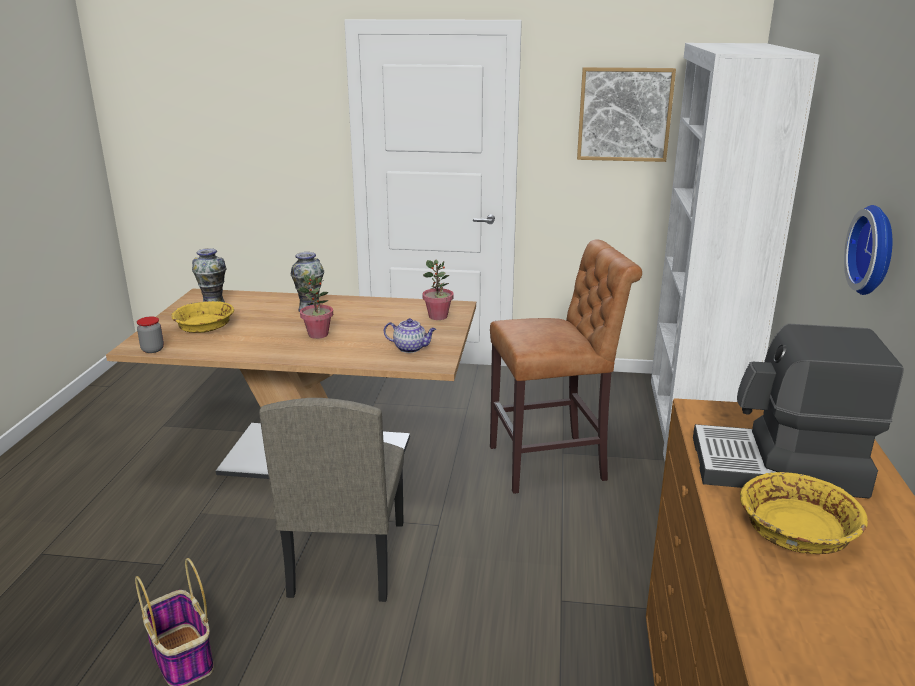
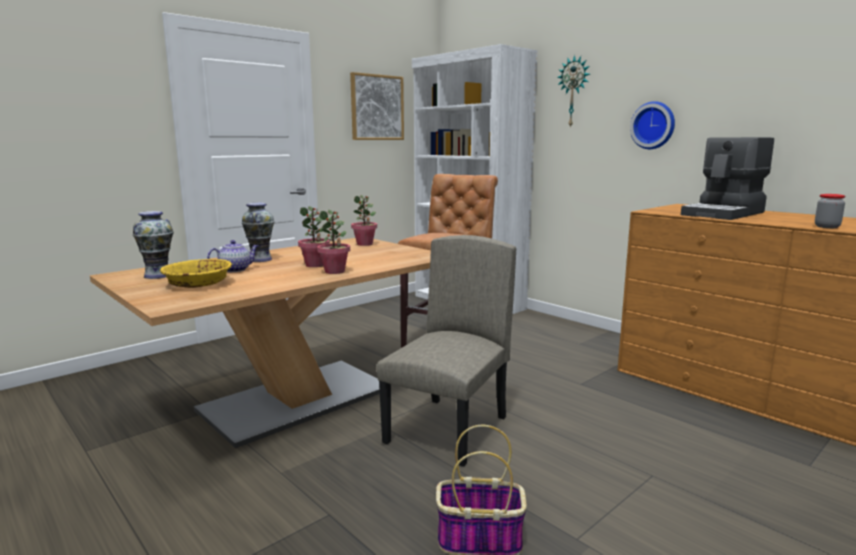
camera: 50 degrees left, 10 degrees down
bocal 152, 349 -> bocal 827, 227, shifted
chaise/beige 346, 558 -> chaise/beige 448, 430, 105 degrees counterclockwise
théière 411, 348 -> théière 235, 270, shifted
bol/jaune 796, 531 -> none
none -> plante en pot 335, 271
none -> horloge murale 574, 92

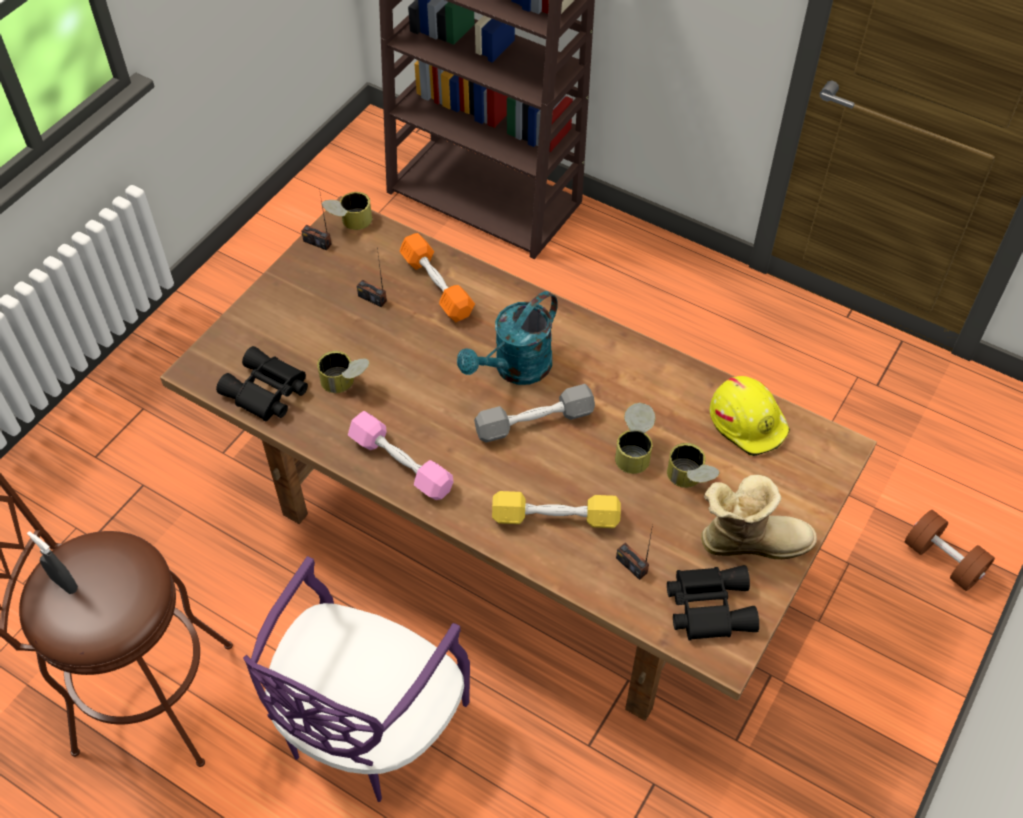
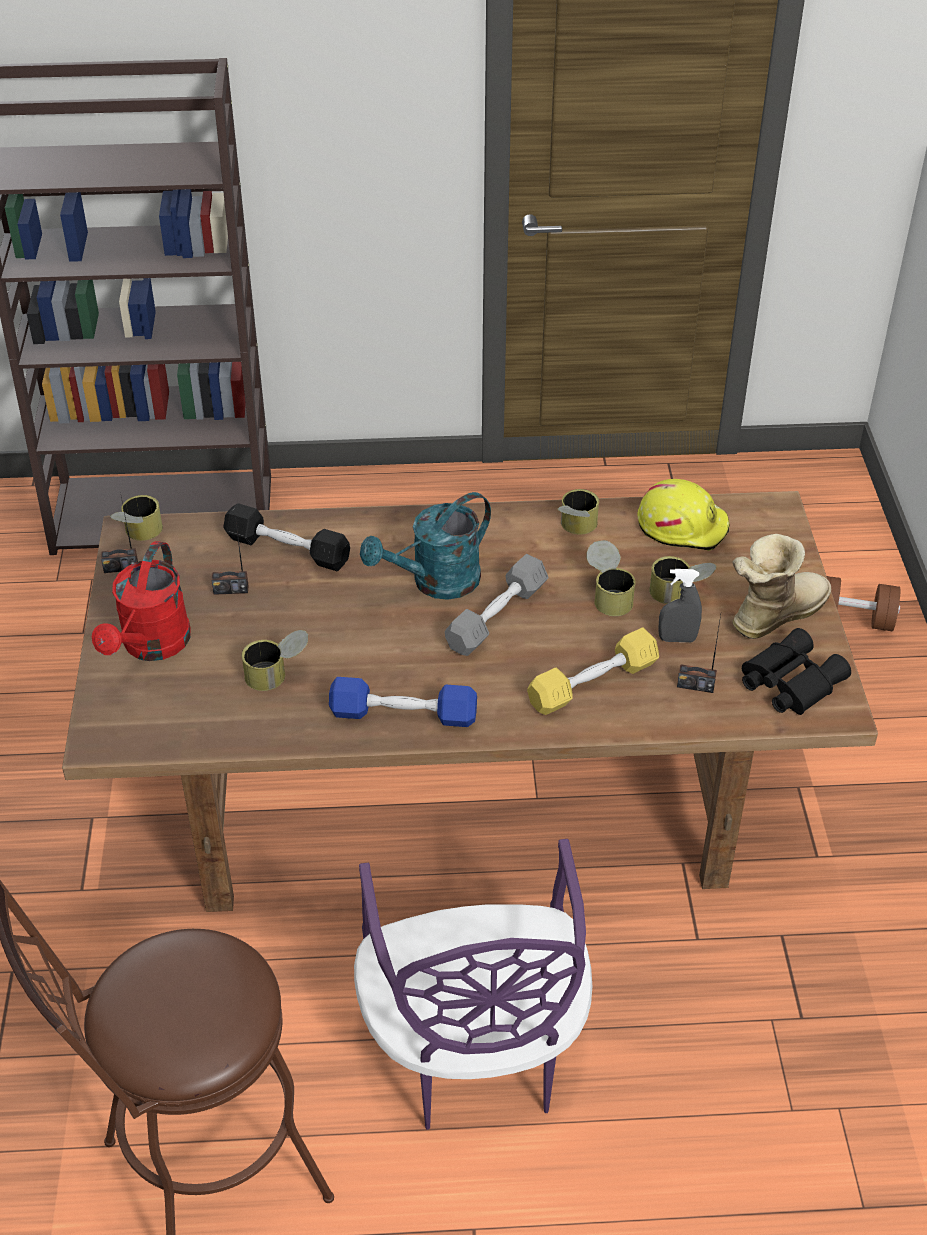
camera: 35 degrees left, 10 degrees down
vaporisateur/gris 64, 584 -> vaporisateur/gris 677, 639, shifted
jumelles/noir 266, 393 -> none
haltère/rose 401, 464 -> haltère/bleu 403, 715
haltère/orange 437, 286 -> haltère/noir 288, 549
arrosoir/turquoise 515, 369 -> arrosoir/turquoise 435, 583, 45 degrees clockwise
none -> arrosoir/rouge 151, 647
none -> boîte métallique 575, 529

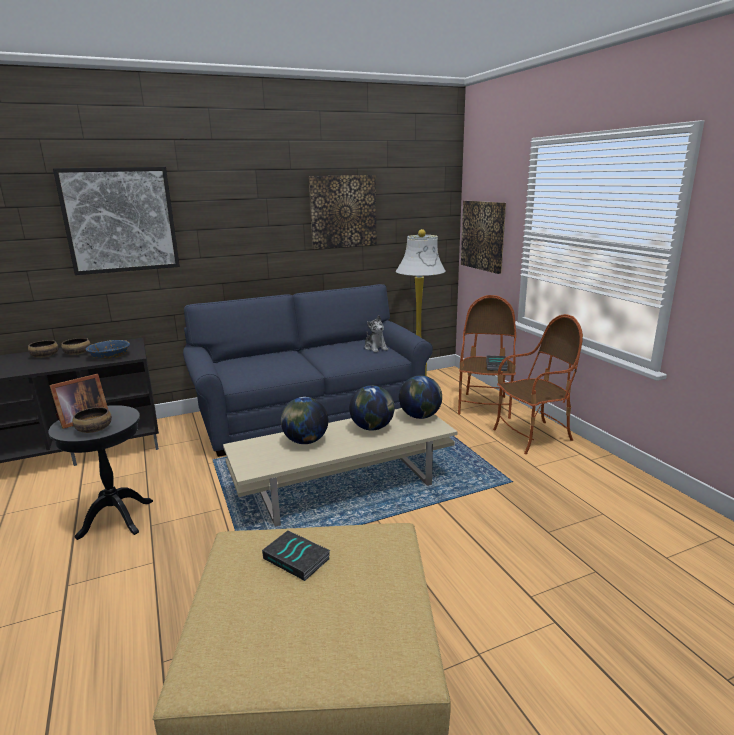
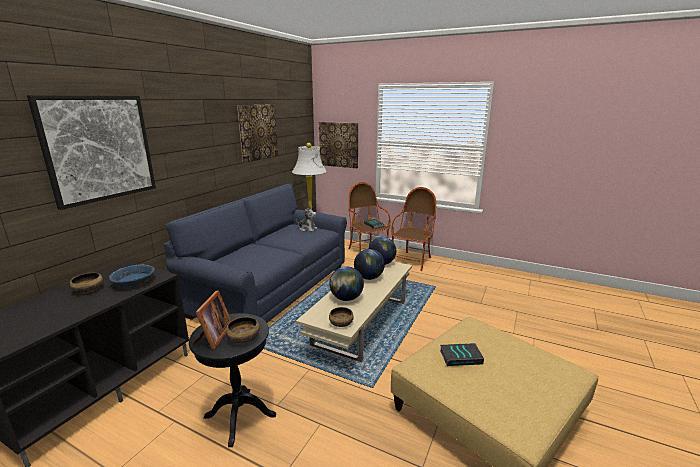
camera: 40 degrees left, 0 degrees up
bol 44, 356 -> bol 341, 323, shifted

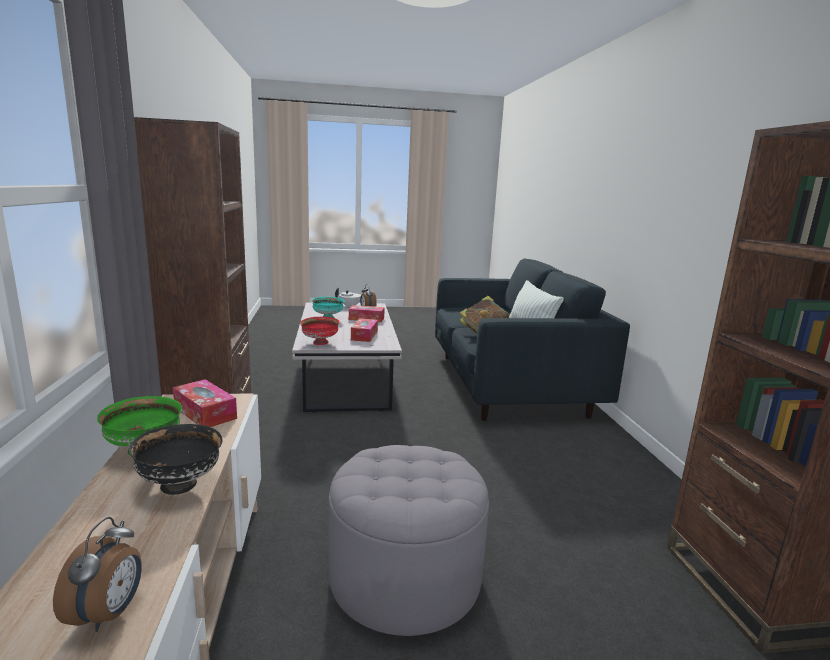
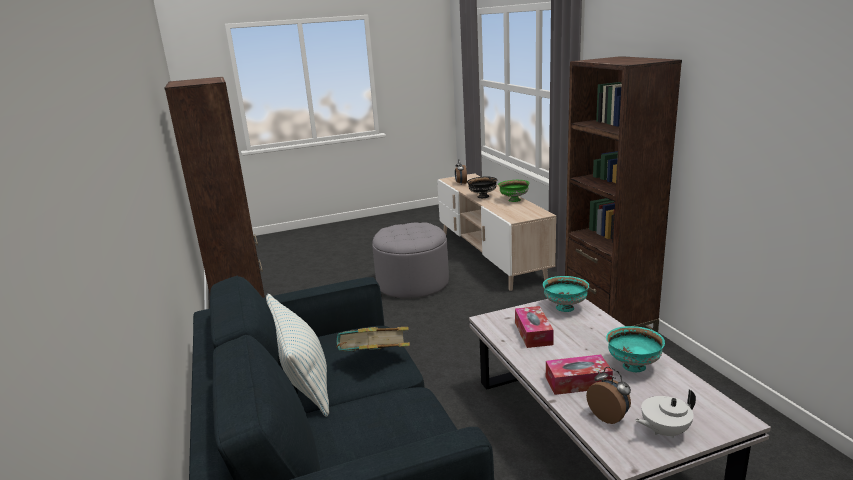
camera: 170 degrees right, 5 degrees up
boîte à mouchoirs 205, 413 -> none
bol/rouge 320, 343 -> bol/turquoise 564, 307

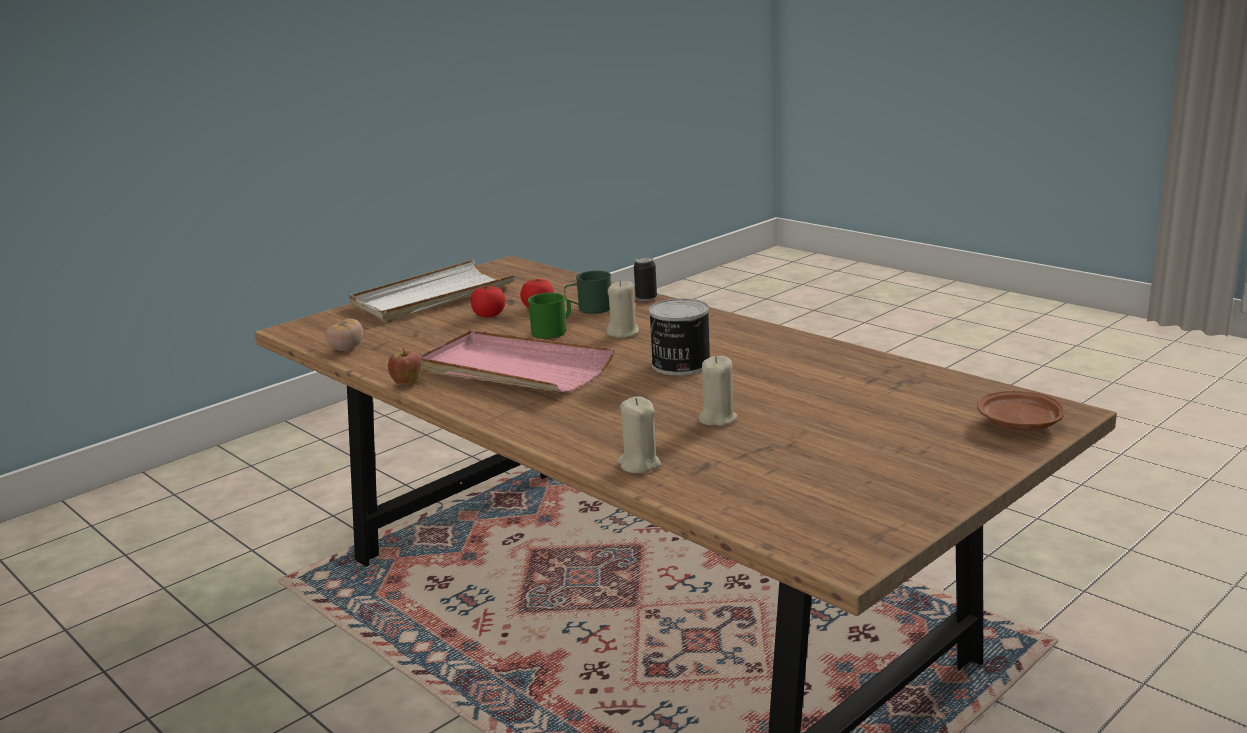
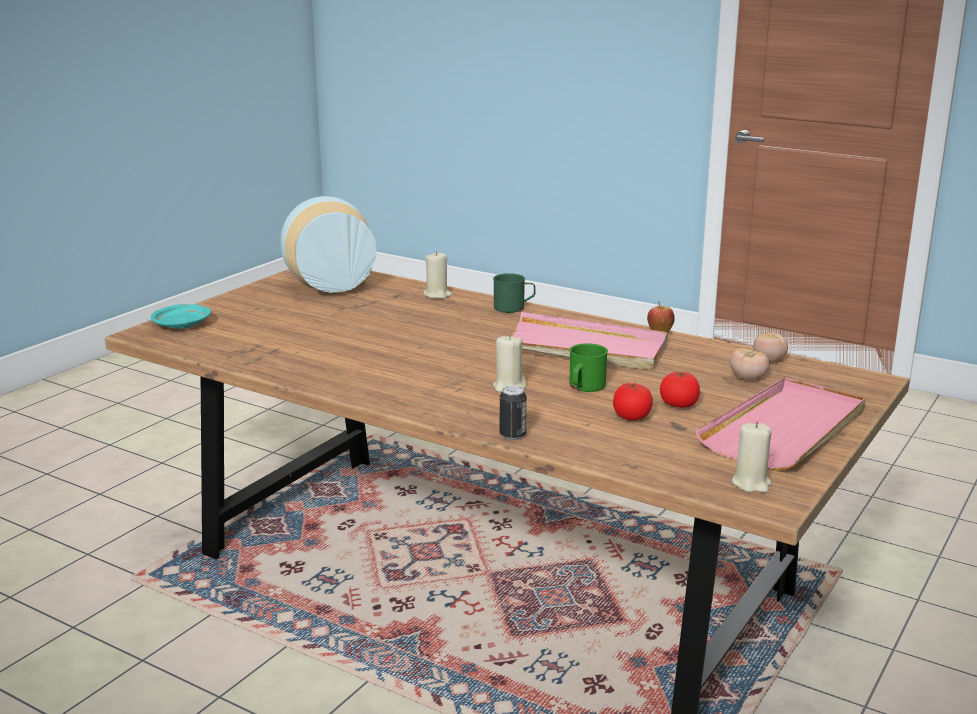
camera: 165 degrees right, 0 degrees up
plateau/blanc 432, 297 -> plateau/rose 785, 429
mug/vert 589, 309 -> mug/vert 514, 307, shifted
boîte métallique 680, 365 -> none
bougie/beige 717, 418 -> bougie/beige 751, 483, shifted
assiette/marron 1018, 424 -> assiette/turquoise 182, 325
none -> vase 328, 284
none -> tomate 748, 378

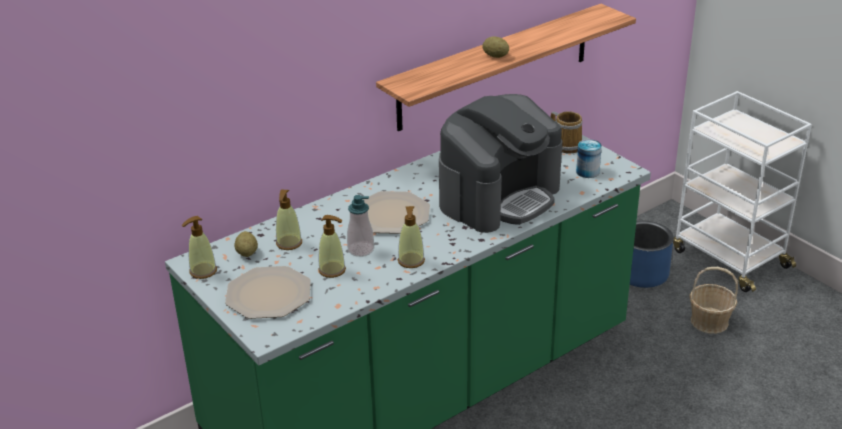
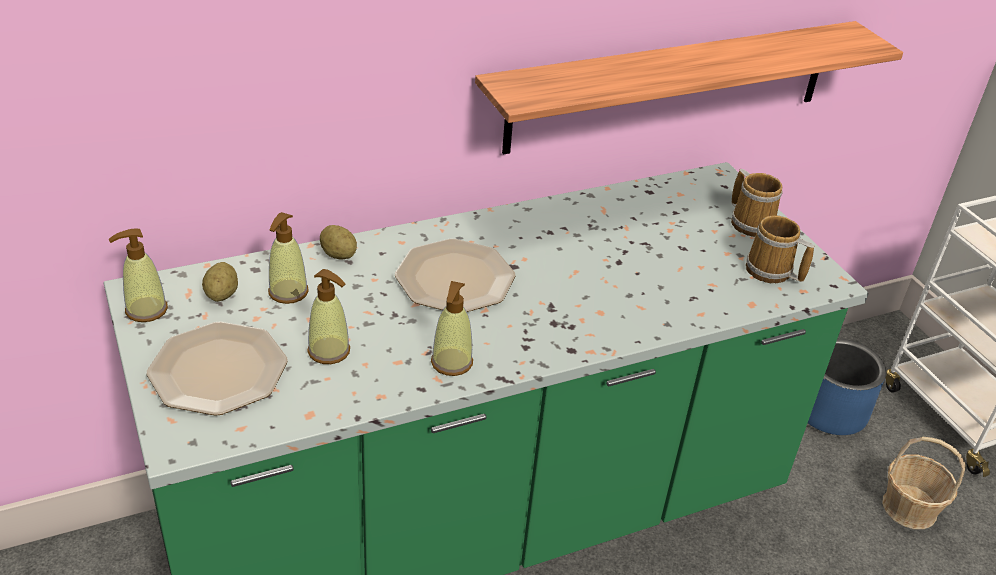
camera: 10 degrees right, 5 degrees up
distributeur de savon 361, 250 -> none
machine à café 499, 196 -> none
pomme de terre 495, 56 -> pomme de terre 338, 255, shifted
boîte métallique 587, 172 -> mug 770, 272

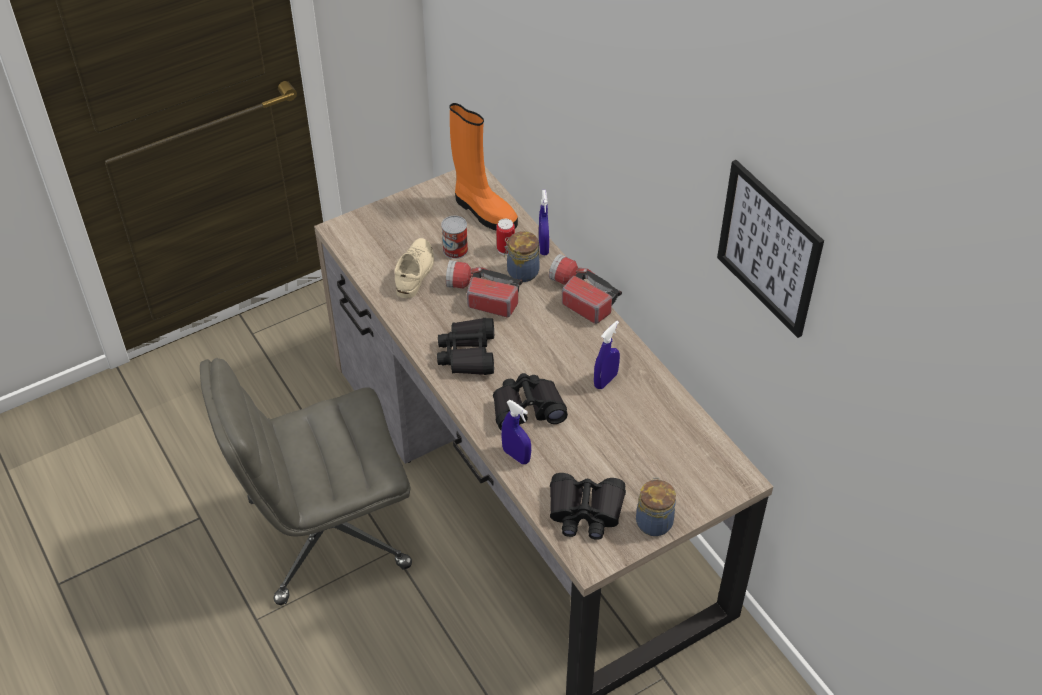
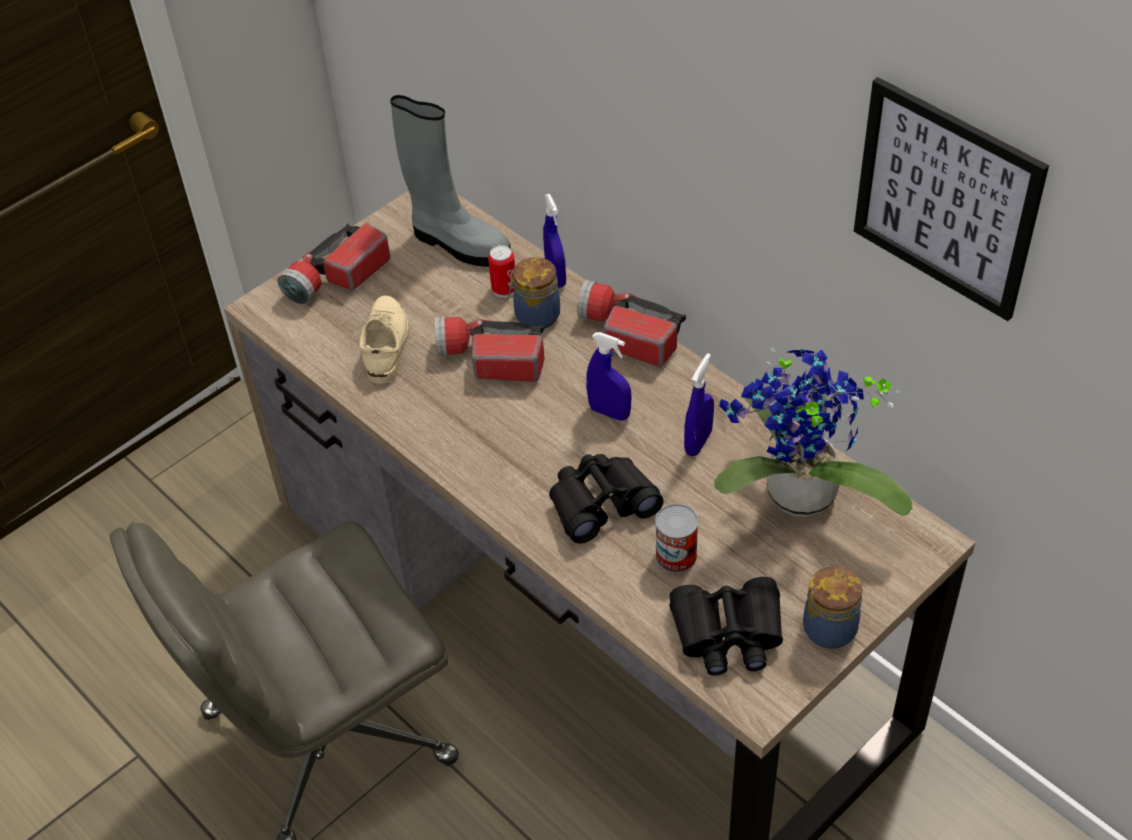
camera: 10 degrees left, 0 degrees up
jumelles/noir 468, 354 -> none
boîte métallique 455, 249 -> boîte métallique 676, 556, shifted
botte/orange 483, 211 -> botte/gris 458, 244
vaporisateur/bleu 516, 456 -> vaporisateur/bleu 609, 412, shifted
none -> lampe de poche 337, 277
none -> plante en pot 796, 501

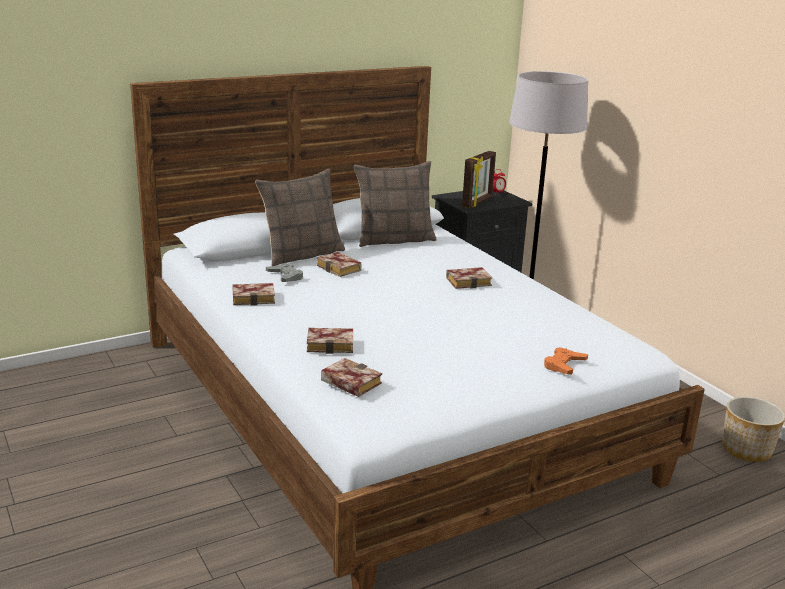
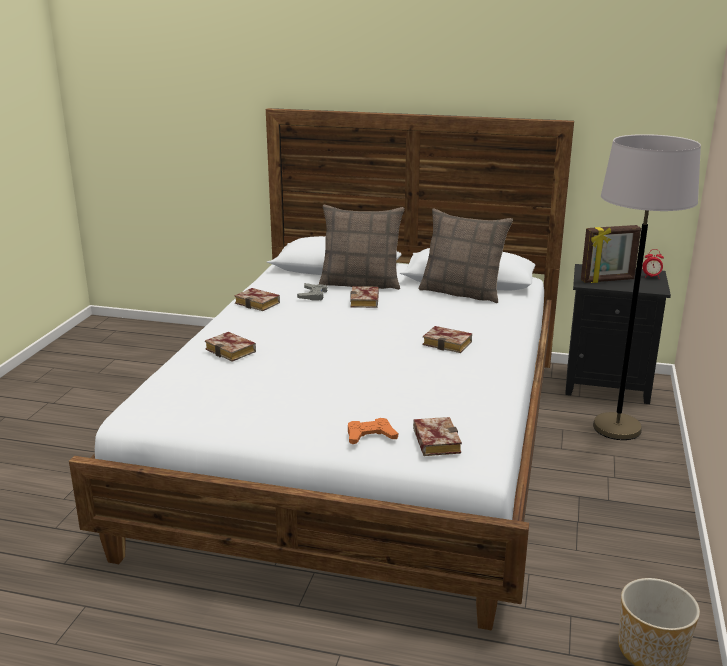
camera: 45 degrees right, 0 degrees up
livre 348, 382 -> livre 434, 441, shifted

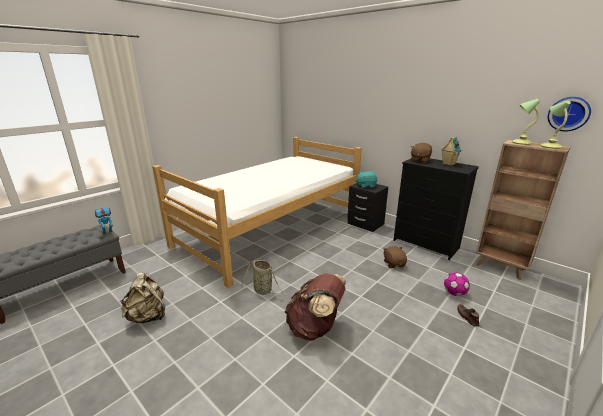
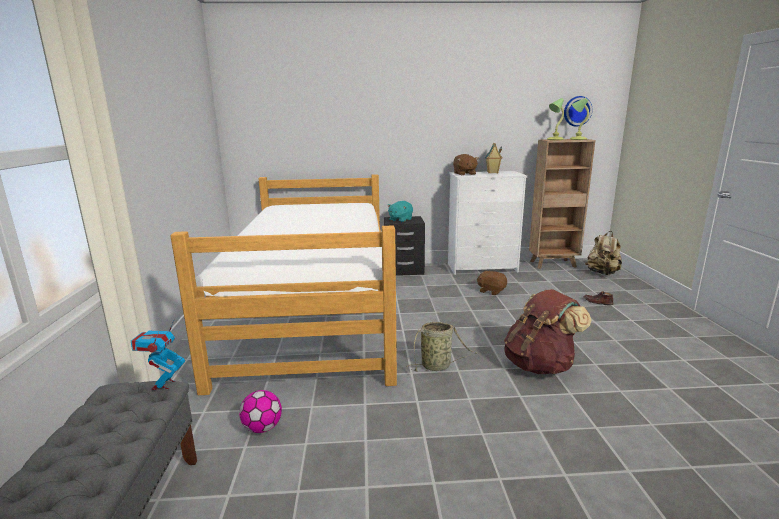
camera: 45 degrees left, 5 degrees down
sac à dos/beige 148, 316 -> sac à dos/beige 602, 273, shifted
commode/noir 426, 244 -> commode/blanc 482, 268
ballon de foot 454, 293 -> ballon de foot 262, 428, shifted

